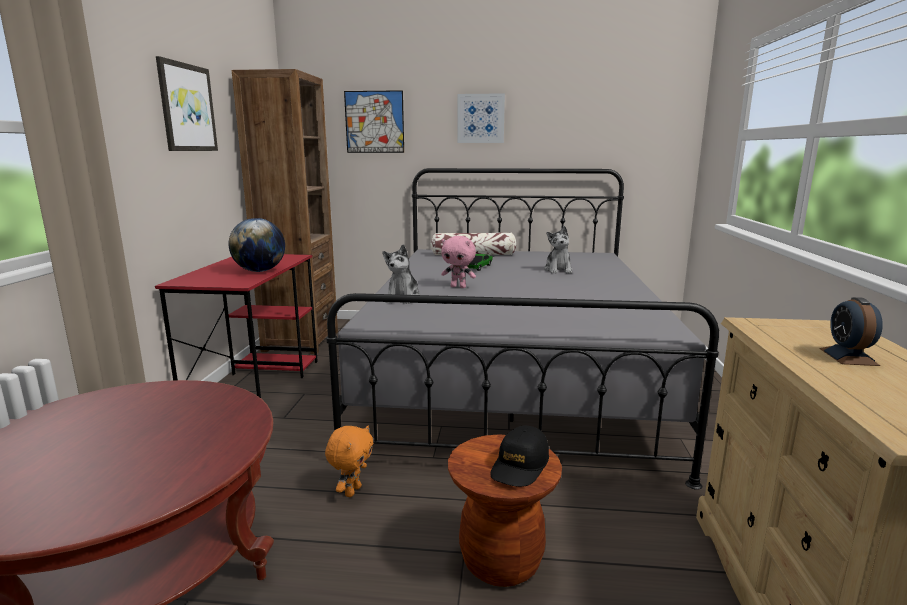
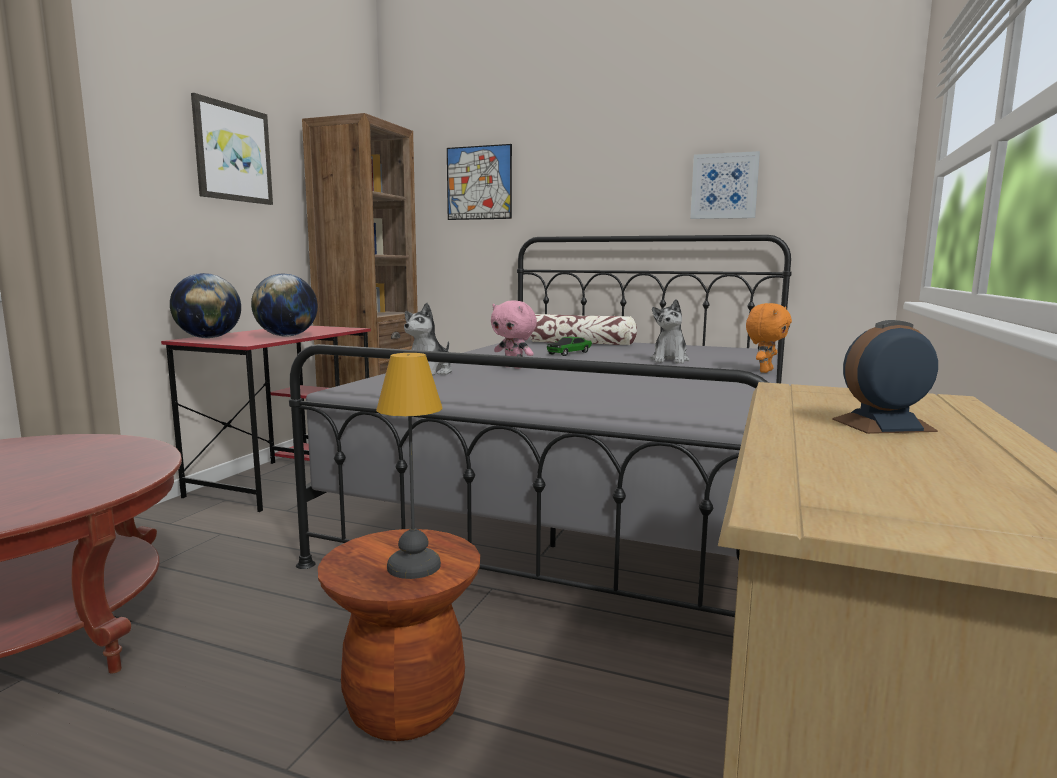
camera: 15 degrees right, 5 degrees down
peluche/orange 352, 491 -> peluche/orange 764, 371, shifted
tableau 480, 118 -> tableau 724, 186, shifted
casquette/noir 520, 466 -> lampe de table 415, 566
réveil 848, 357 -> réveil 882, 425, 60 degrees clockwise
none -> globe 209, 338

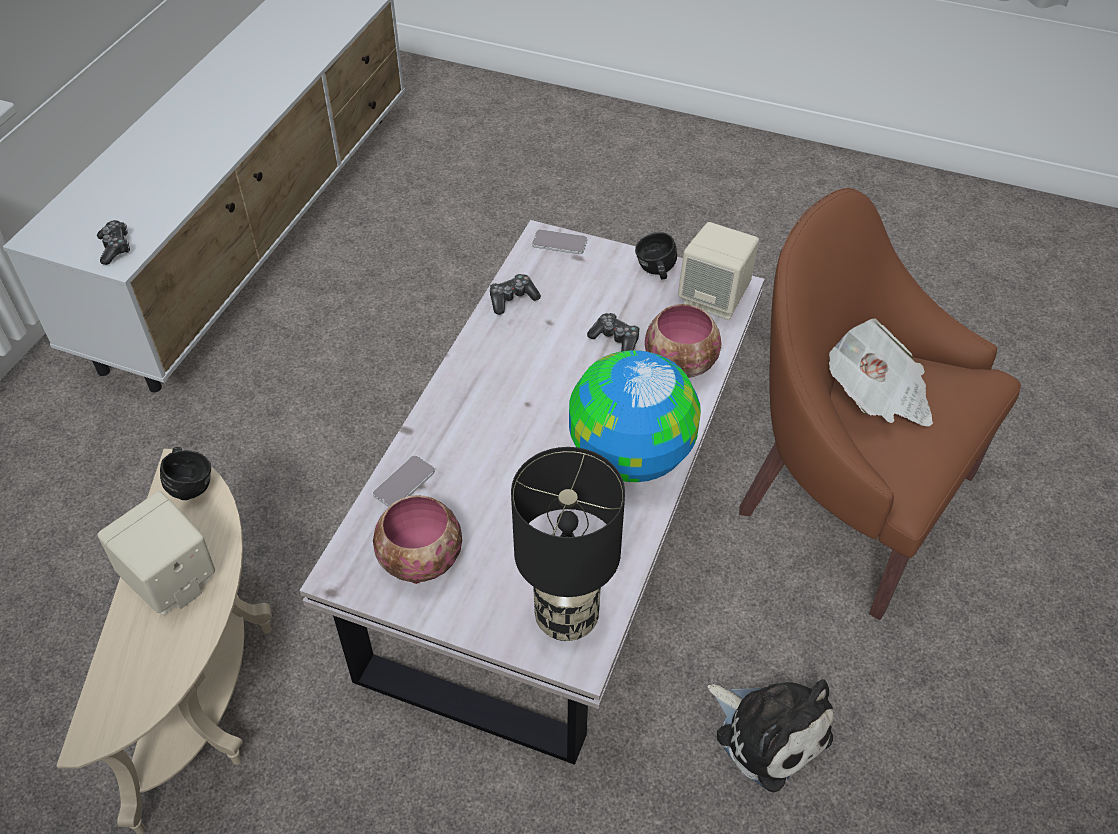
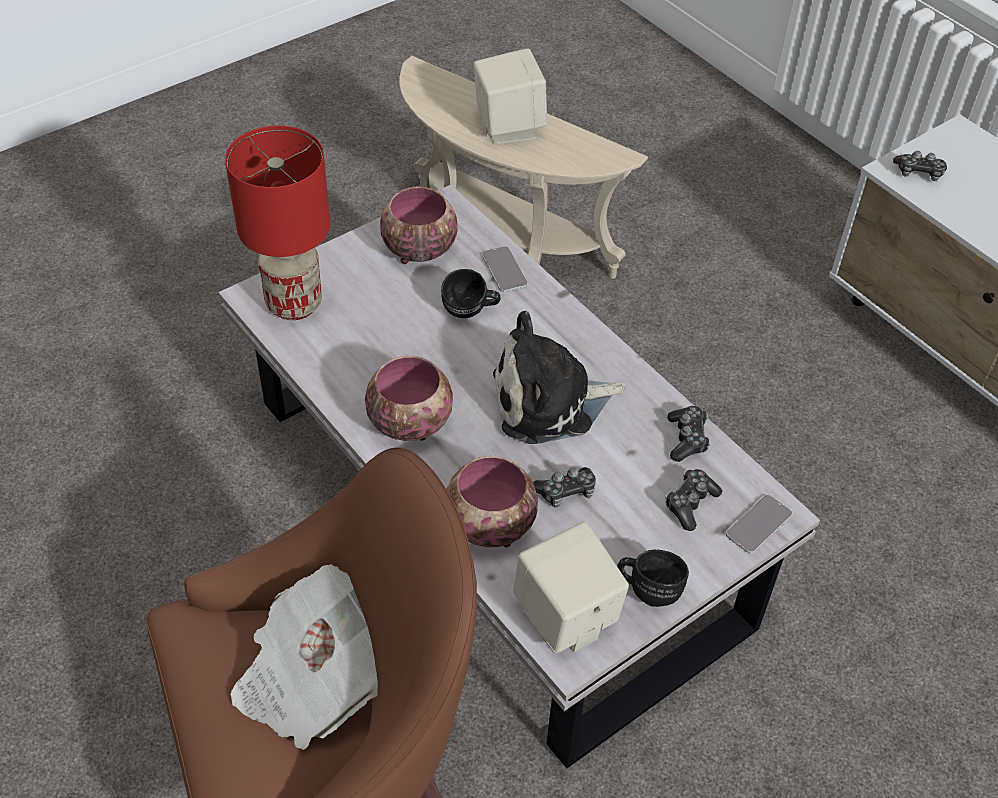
camera: 120 degrees right, 0 degrees up
mug/noir 191, 483 -> mug/noir 470, 312, shifted
lampe de table/noir 567, 619 -> lampe de table/rouge 293, 304
globe 629, 456 -> bol 409, 422
peluche 768, 732 -> peluche 550, 402, shifted
none -> manette 690, 503

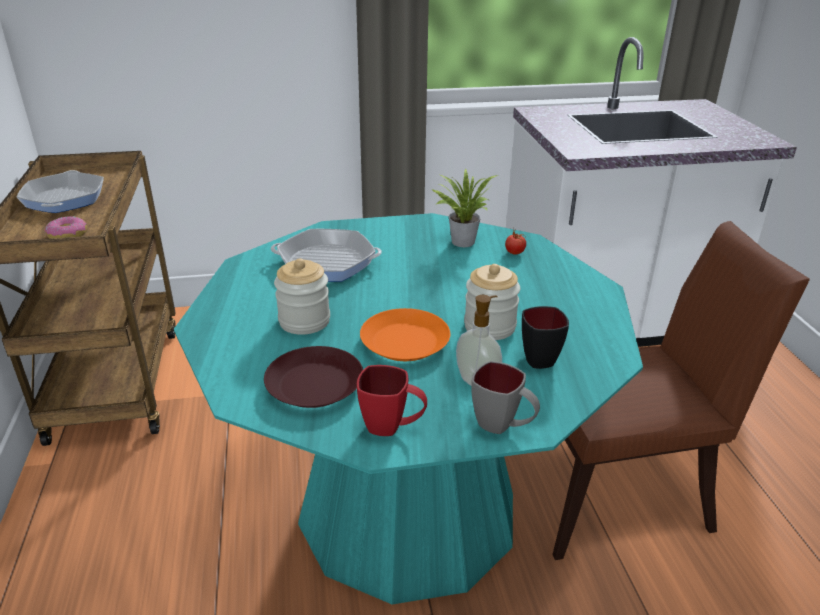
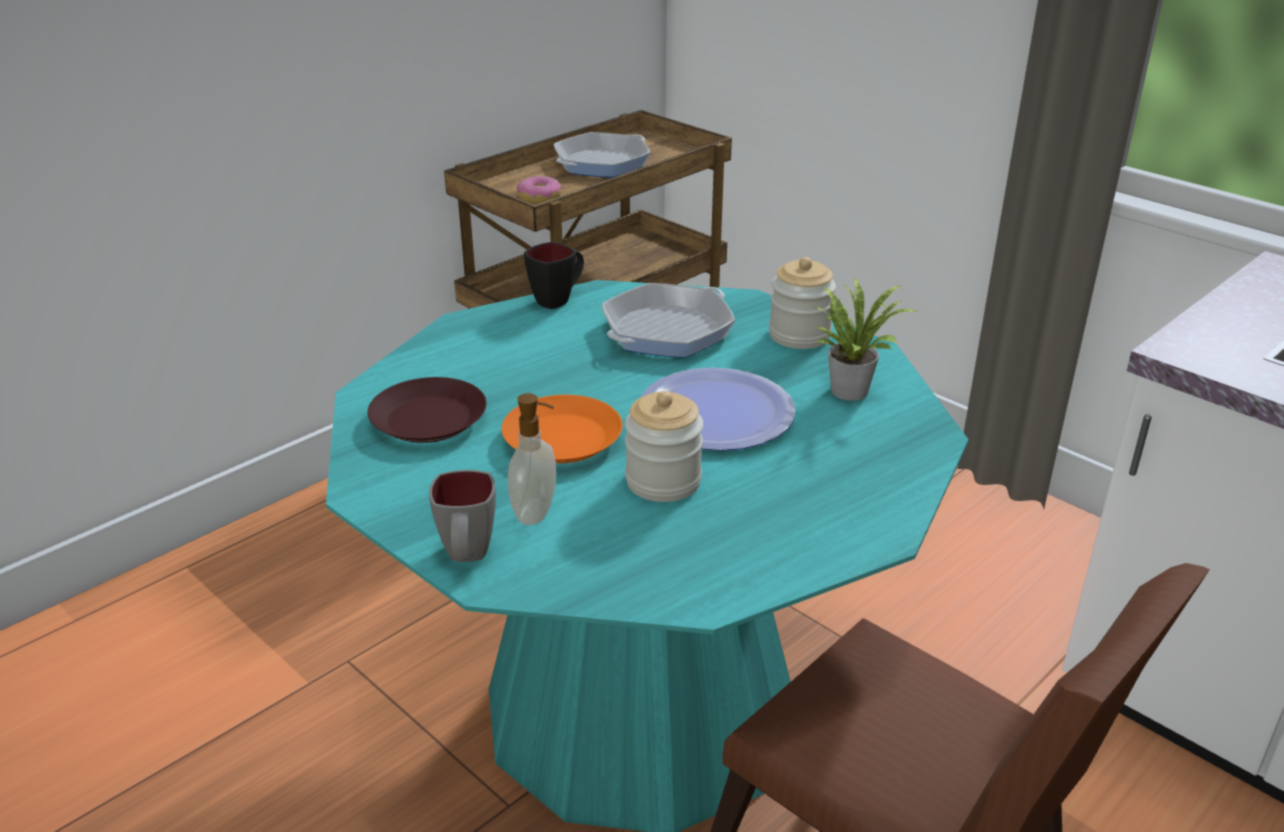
camera: 55 degrees right, 0 degrees up
poêle 326, 262 -> poêle 667, 330, 75 degrees clockwise
bocal 304, 321 -> bocal 799, 335, shifted
mug/rouge 392, 428 -> none
tomate 514, 253 -> none
mug/noir 537, 356 -> mug/noir 558, 299, shifted
none -> assiette 716, 413

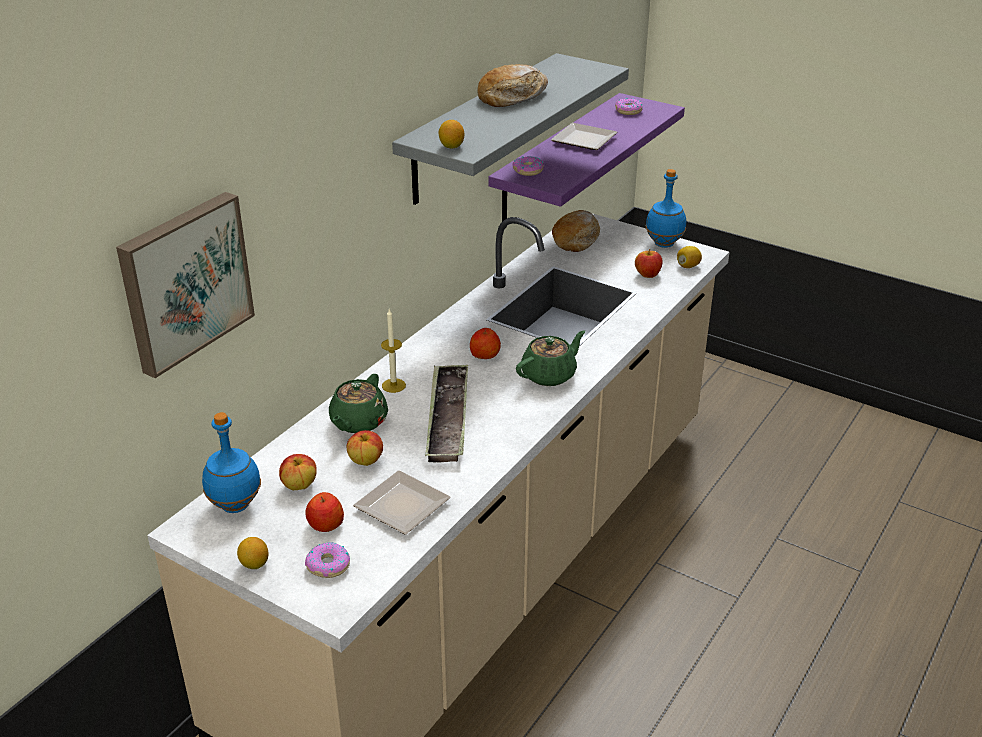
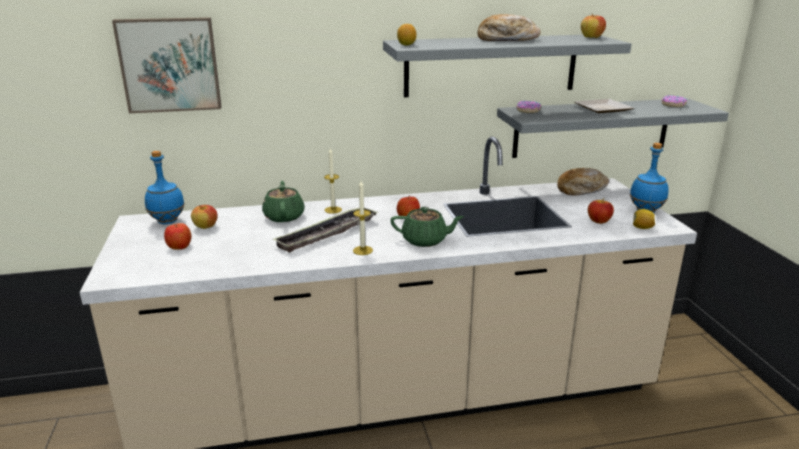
camera: 45 degrees right, 10 degrees down
citron 254, 564 -> none
beignet 328, 565 -> none
théière/vert 358, 422 -> théière/vert 284, 216, 105 degrees clockwise
pomme 366, 461 -> pomme 591, 37, shifted
assiette 402, 508 -> none
étagère/violet 557, 160 -> étagère/gris 592, 127
none -> bougie 362, 250

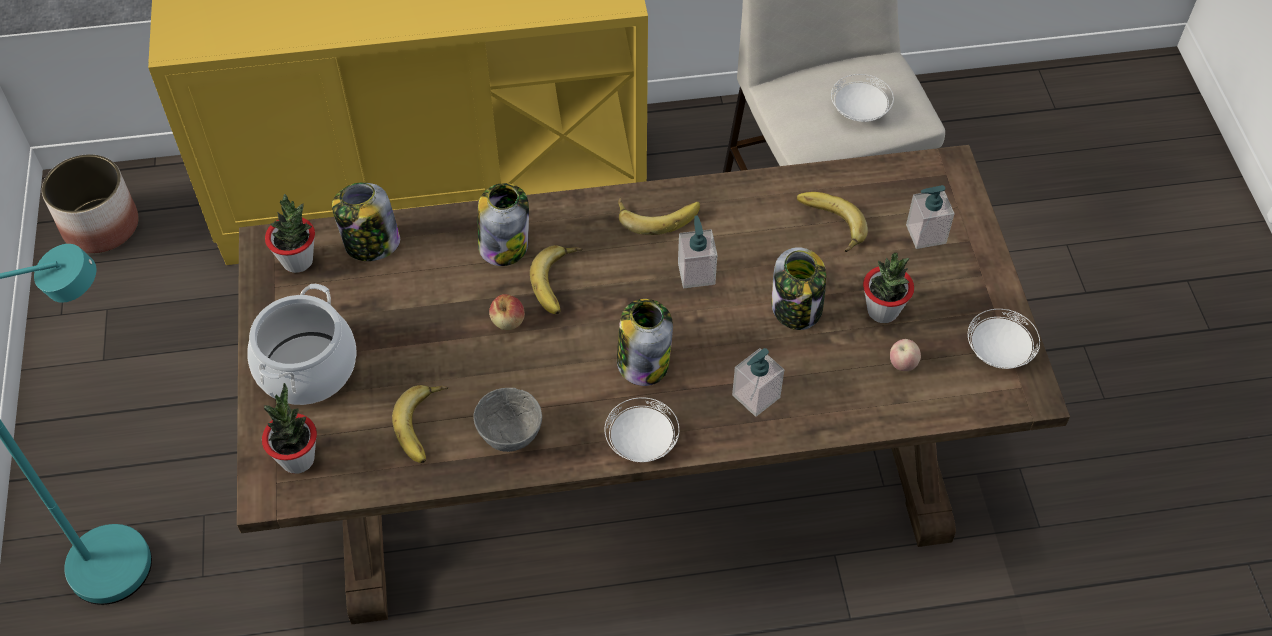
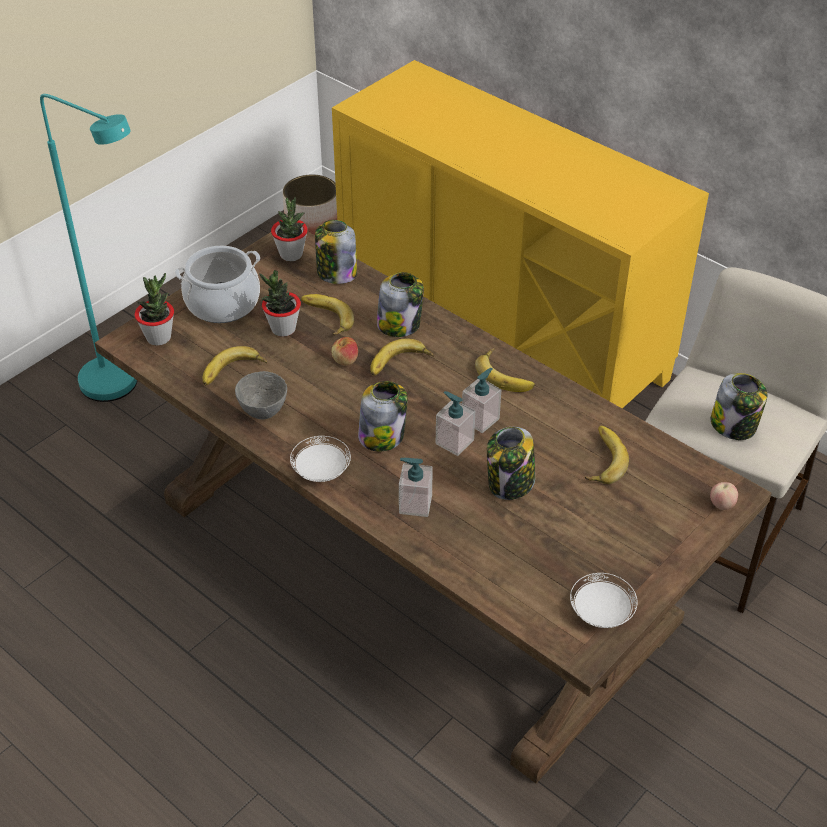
camera: 50 degrees right, 10 degrees down
assiette/blanc 860, 110 -> bocal 734, 425
plante en pot 882, 311 -> plante en pot 283, 329, shifted
pomme 902, 364 -> pomme 721, 505, shifted
distributeur de savon 925, 234 -> distributeur de savon 454, 442, shifted
none -> banane 324, 318

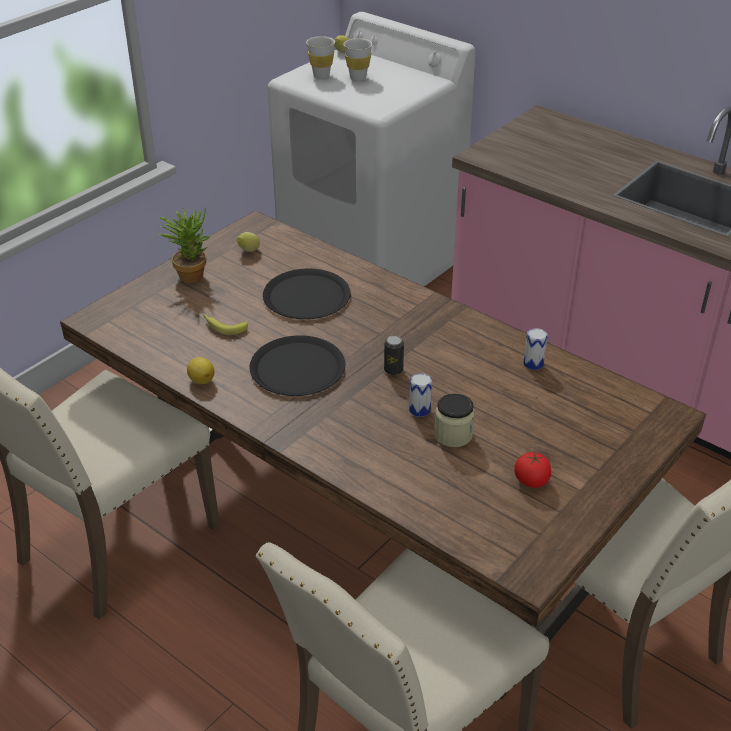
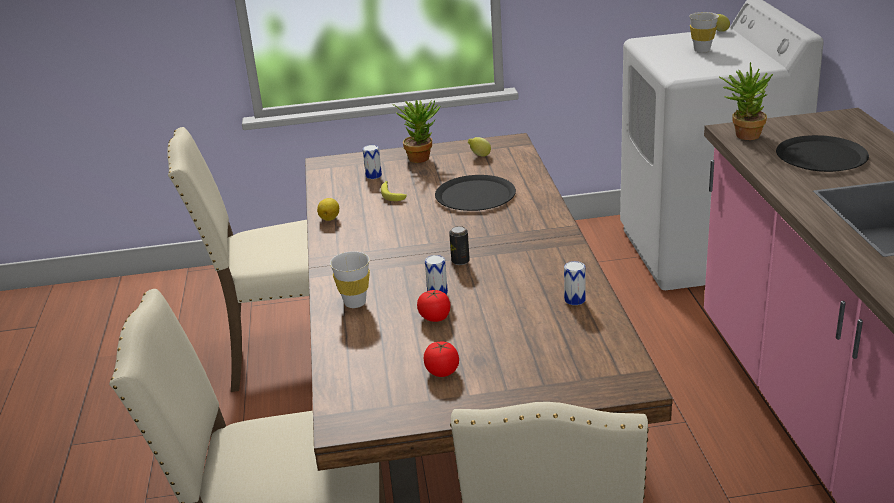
camera: 45 degrees right, 10 degrees down
assiette/noir 297, 368 -> assiette/noir 821, 156, shifted
tasse/blanc 321, 75 -> tasse/blanc 355, 303, shifted
bocal 453, 435 -> tomate 435, 317
none -> boîte métallique 373, 175
none -> plante en pot 742, 135

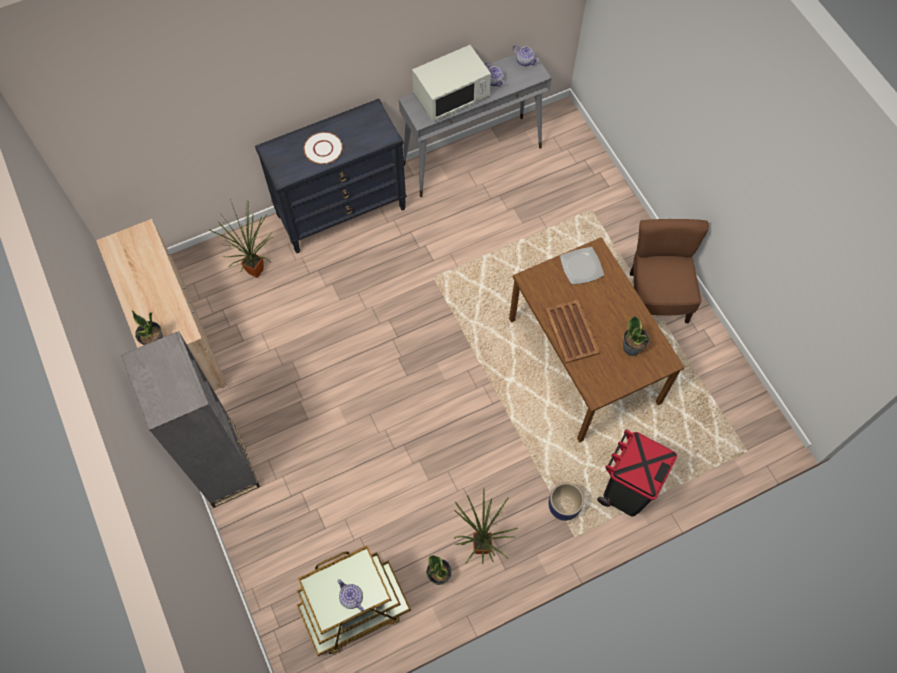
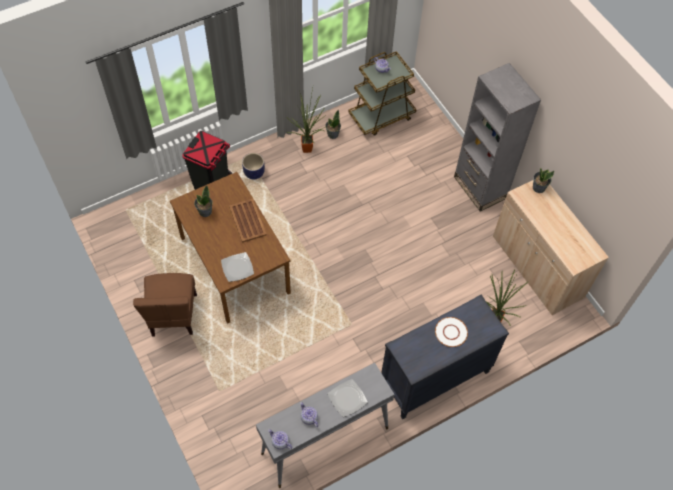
camera: 175 degrees right, 5 degrees down
micro-ondes/blanc 451, 96 -> assiette 347, 399

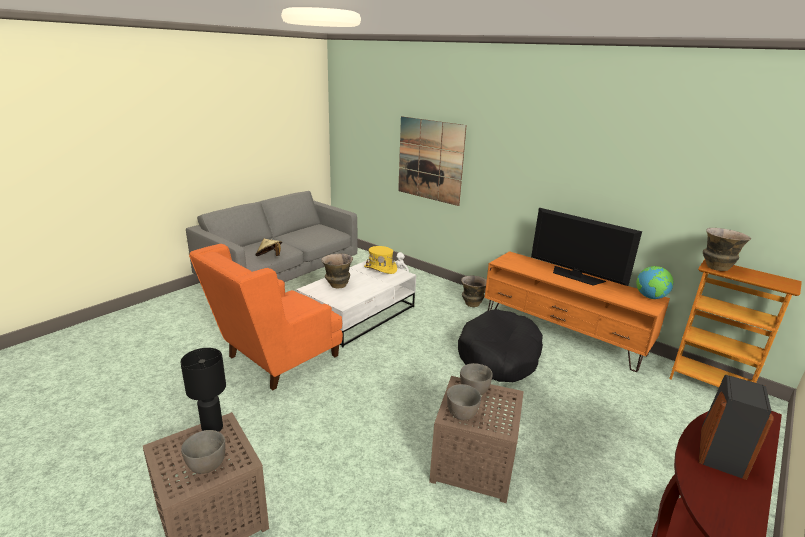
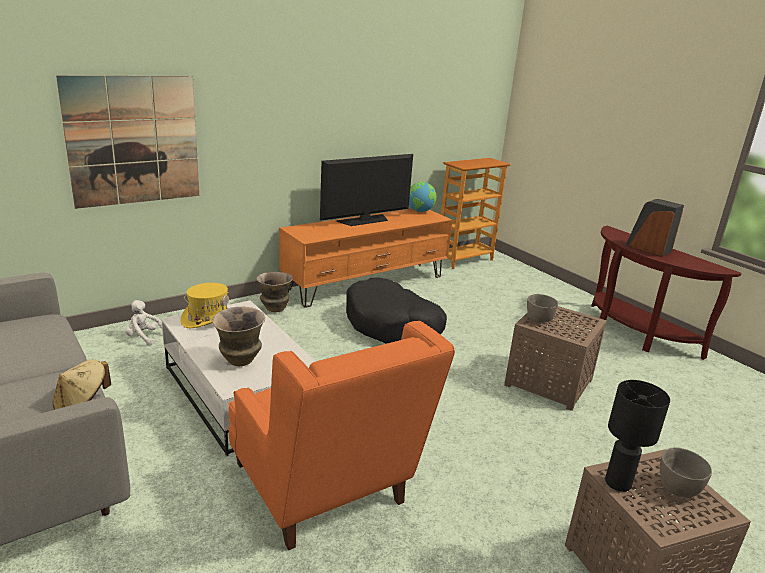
camera: 75 degrees left, 0 degrees up
bol/gris 462, 414 -> none
vase 716, 267 -> none

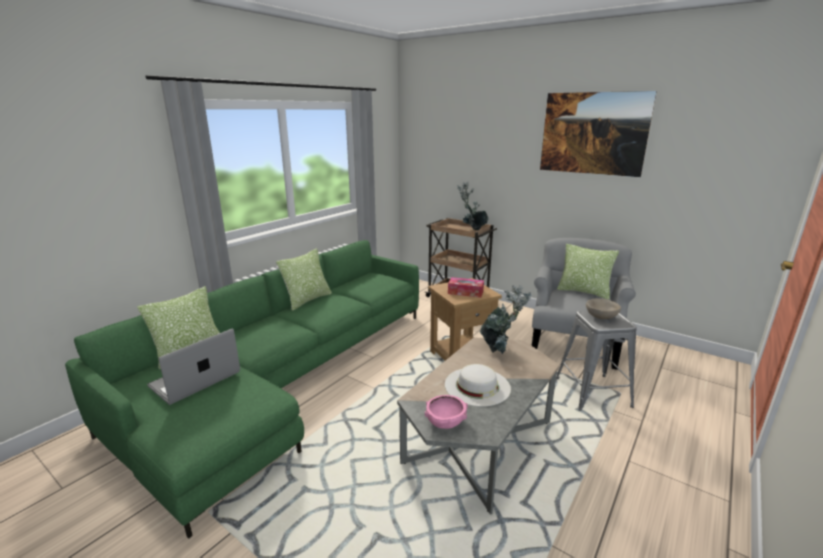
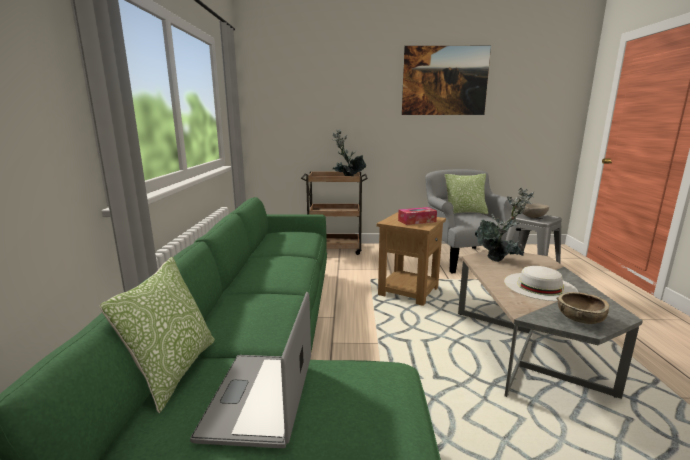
camera: 35 degrees left, 5 degrees down
coussin 307, 300 -> none
bol/rose 445, 421 -> bol/marron 580, 319

